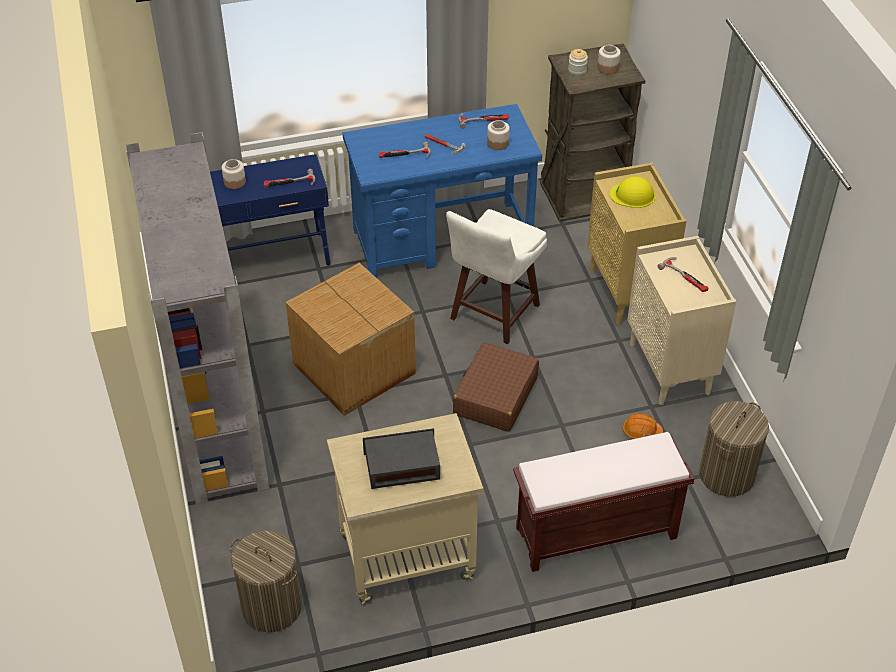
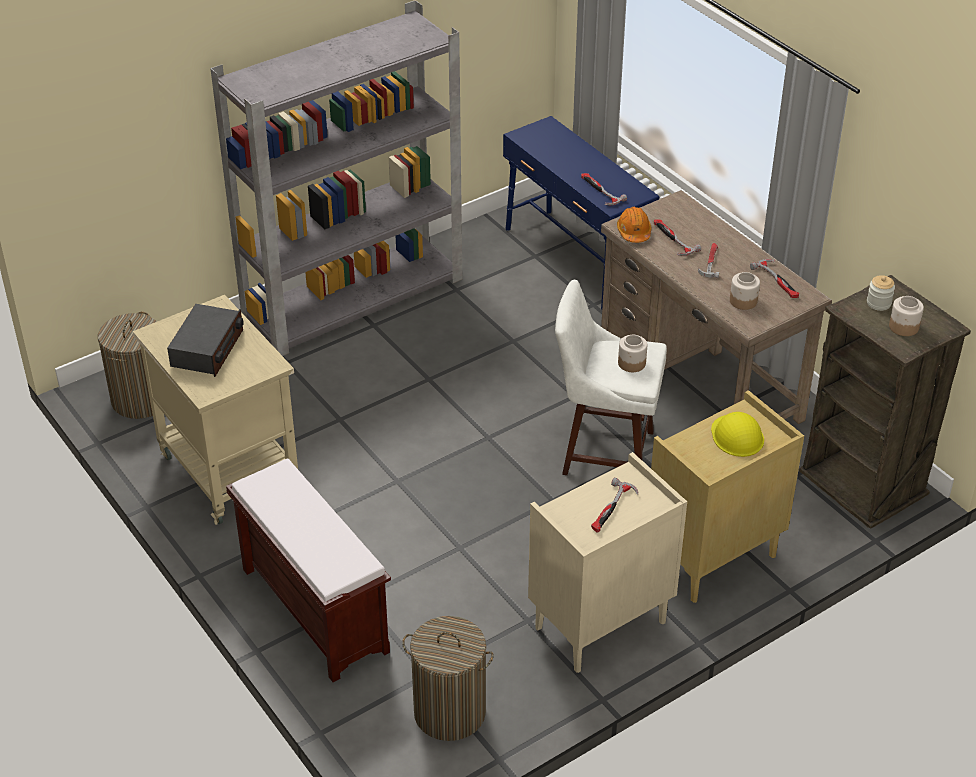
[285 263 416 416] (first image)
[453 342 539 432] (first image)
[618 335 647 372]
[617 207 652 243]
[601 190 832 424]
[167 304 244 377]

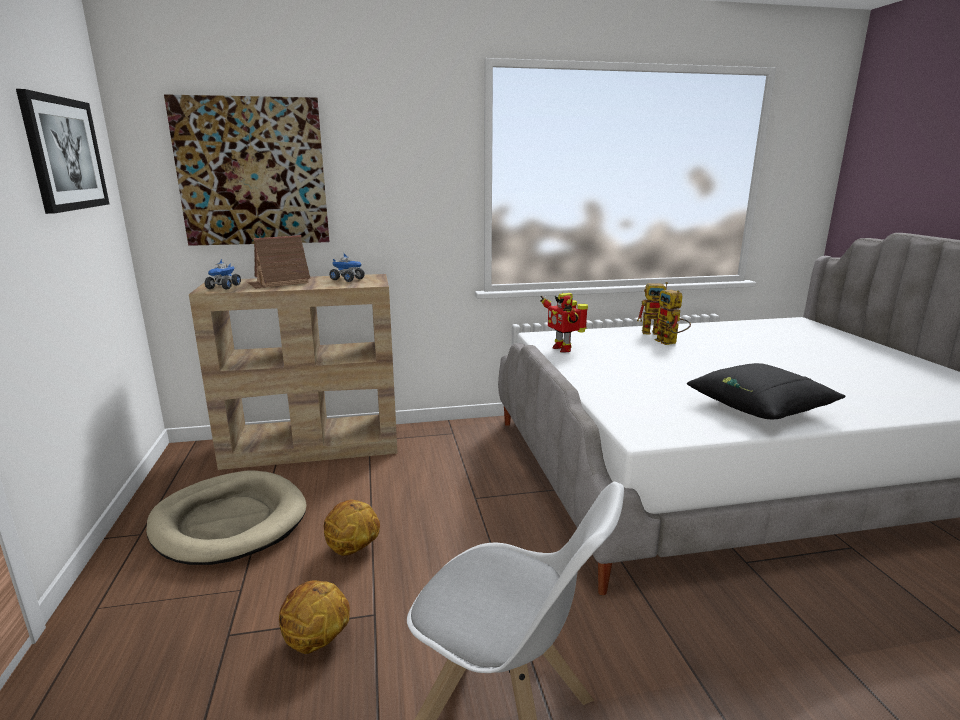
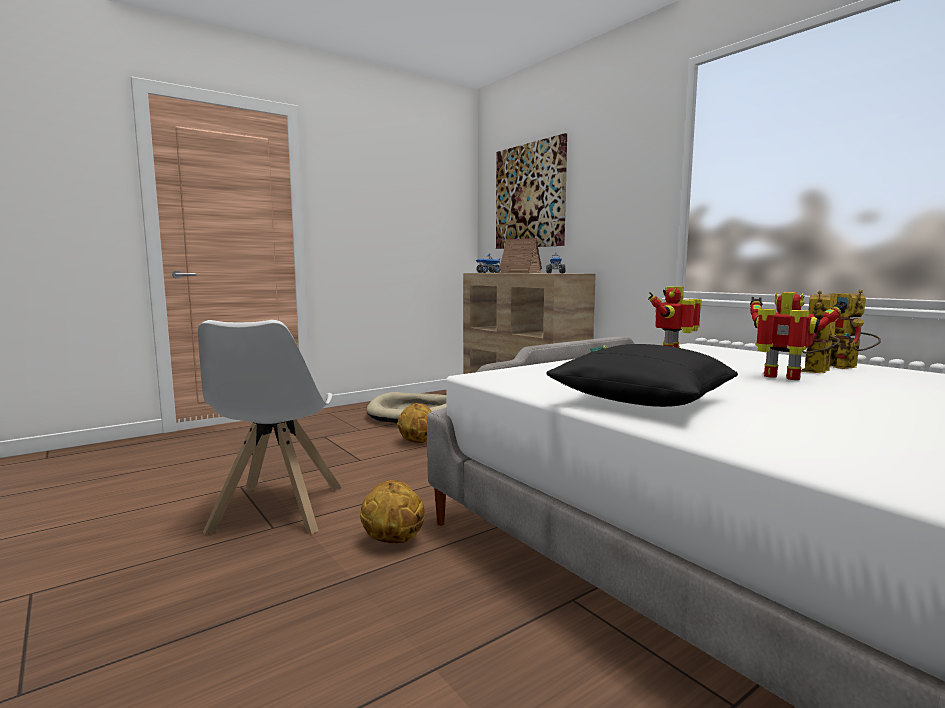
[16 89 109 214] (first image)
[750 292 847 380]
[360 480 425 543]

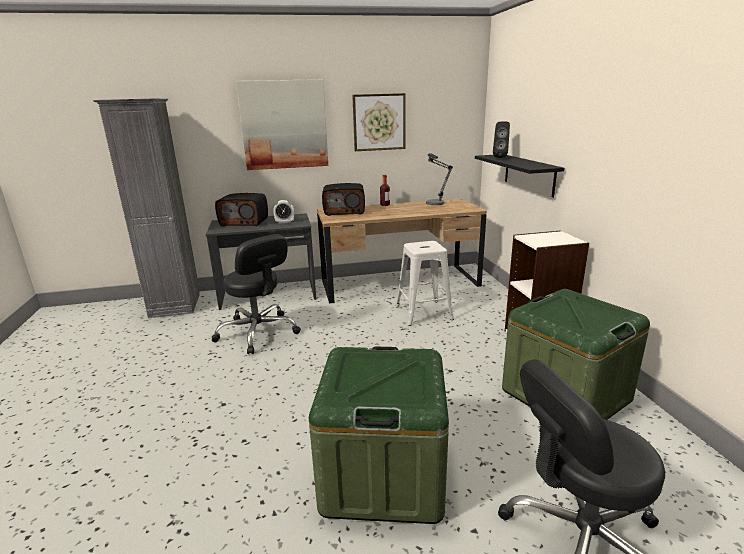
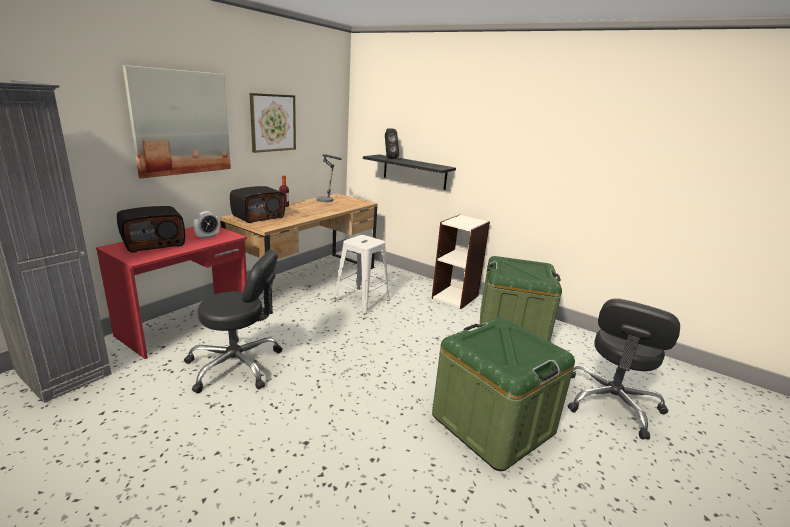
[96 227 247 359]

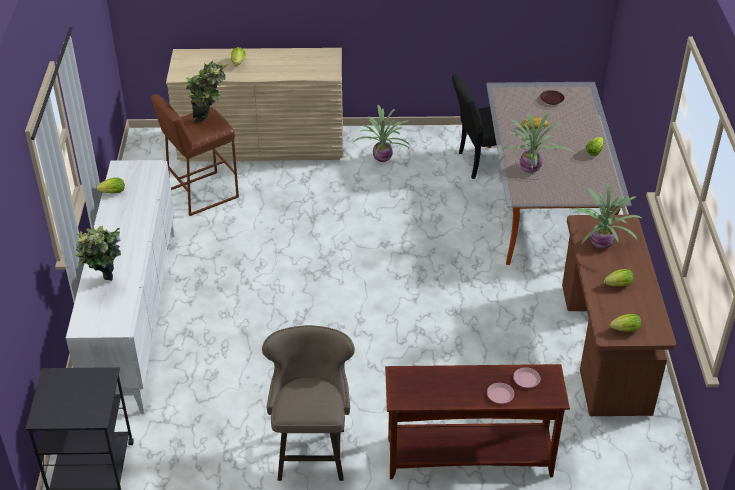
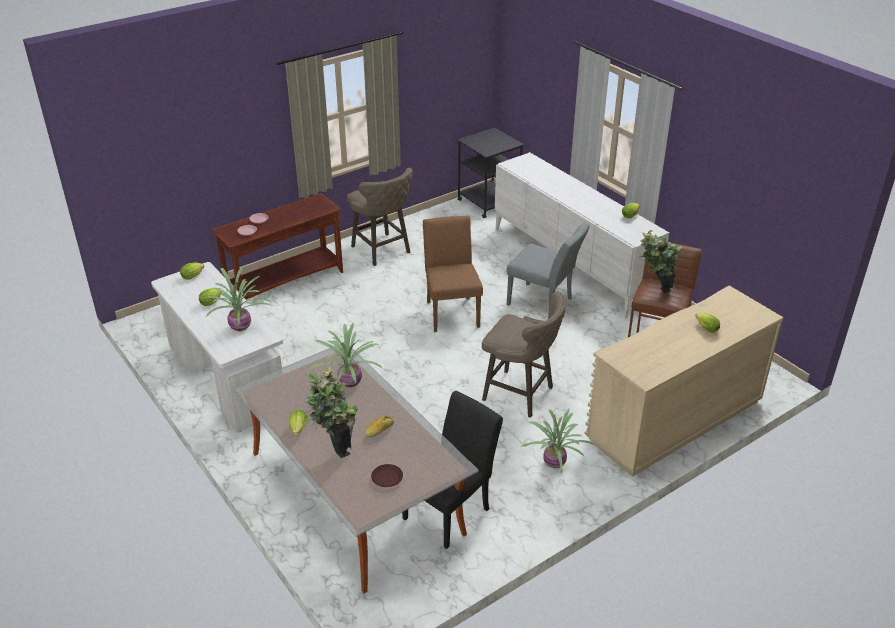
[423 216 483 332]
[482 292 566 418]
[507 223 590 306]
[304 366 358 458]
[151 262 283 432]

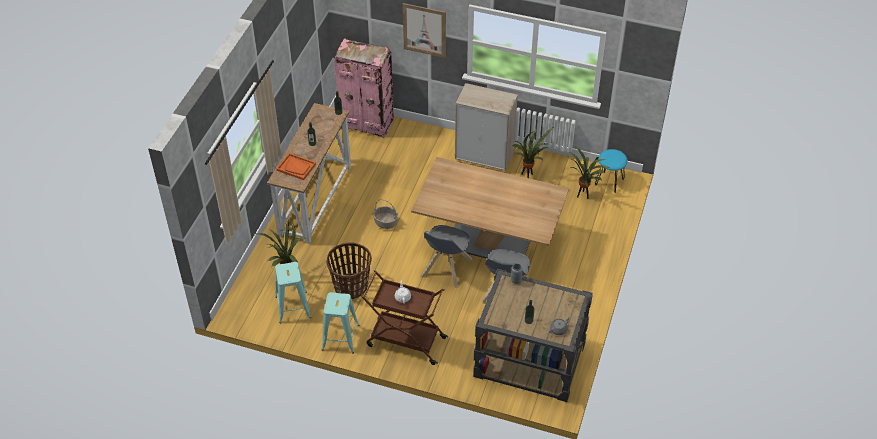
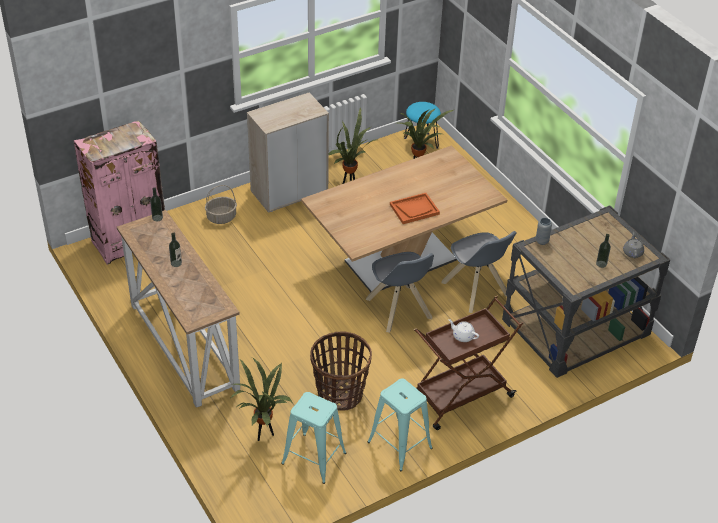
[403 3 446 58] (first image)
[390 193 440 224]
[205 185 237 224]

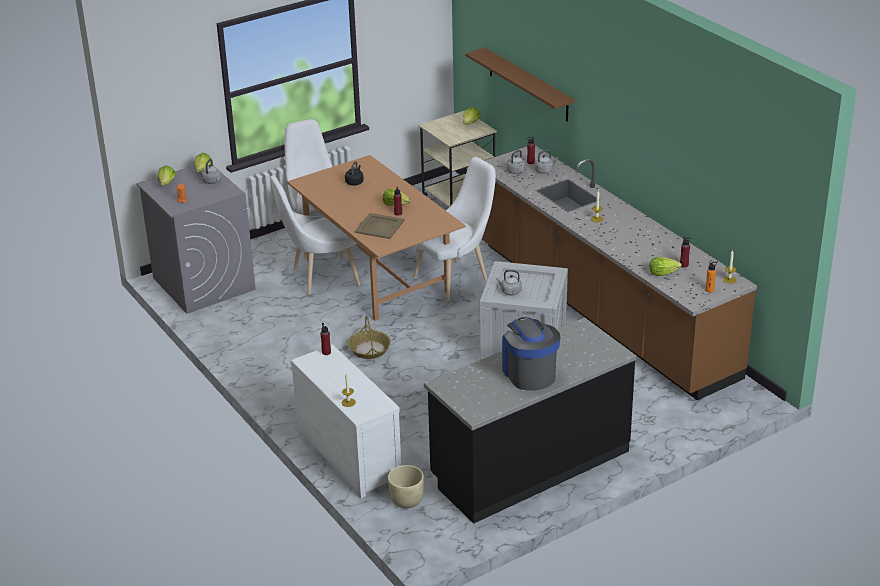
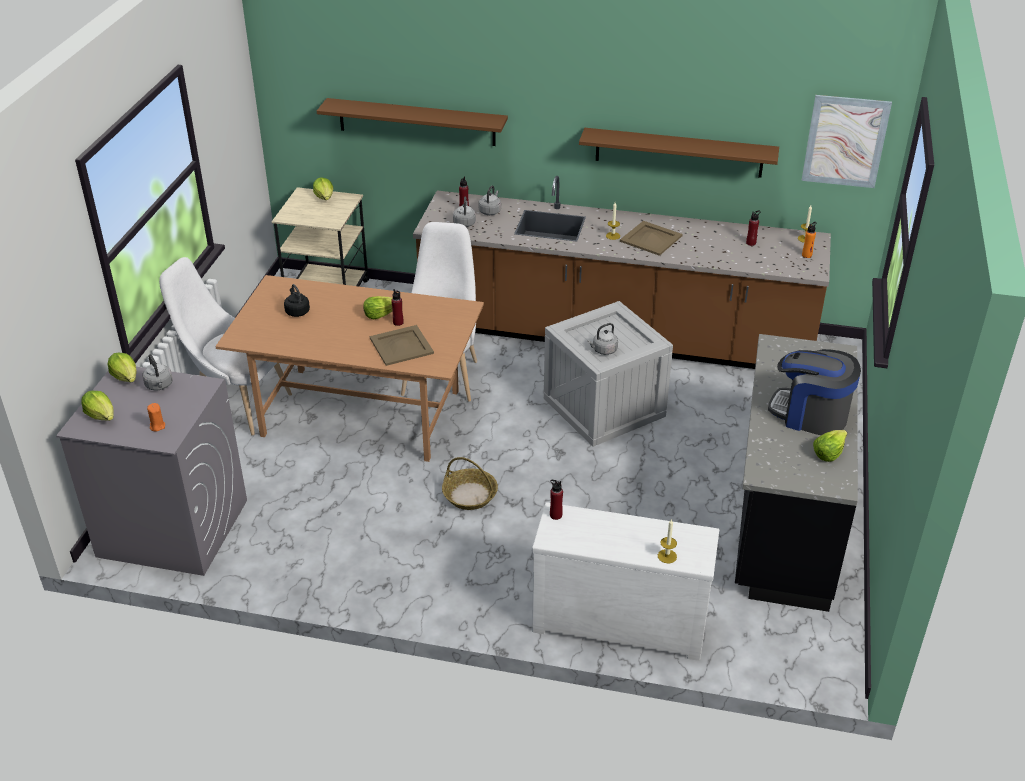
[270 175 360 295] (first image)
[388 465 424 508] (first image)
[579 128 779 178]
[620 221 683 256]
[802 95 892 188]
[813 430 847 462]

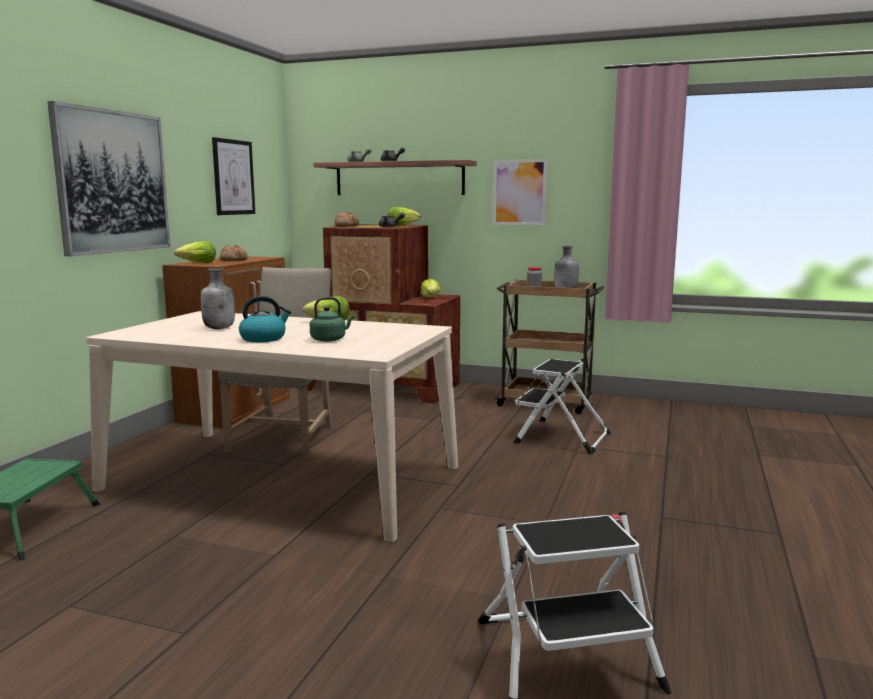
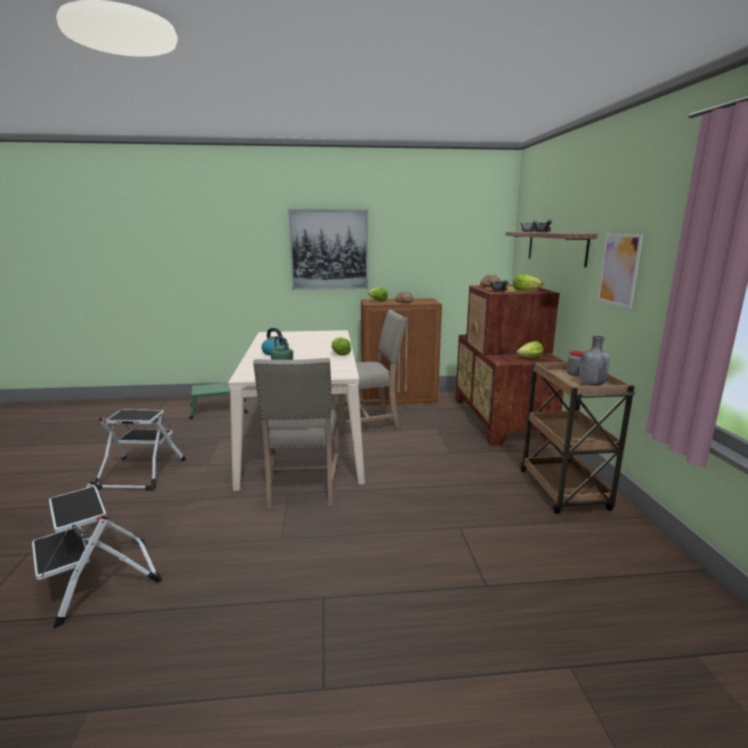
[201 268 235 329] (first image)
[212 137 255 215] (first image)
[253 358 339 508]
[95 410 186 490]

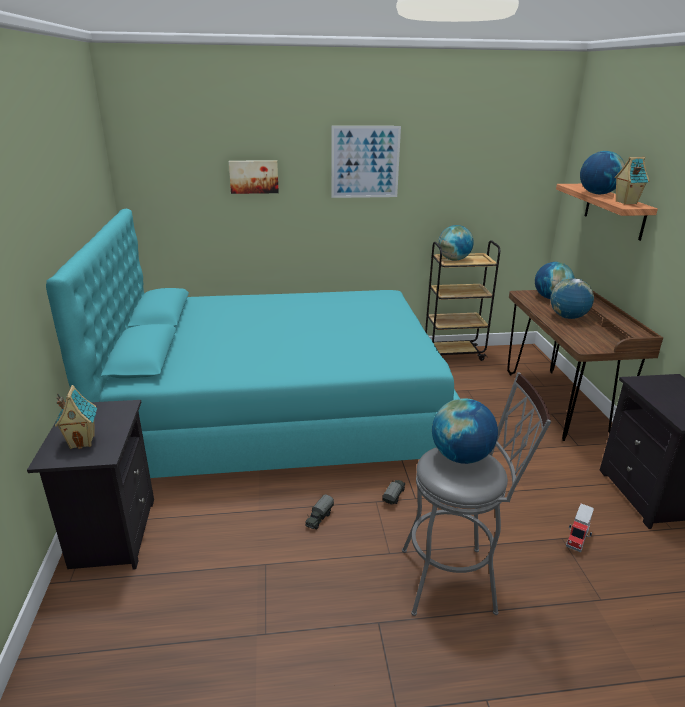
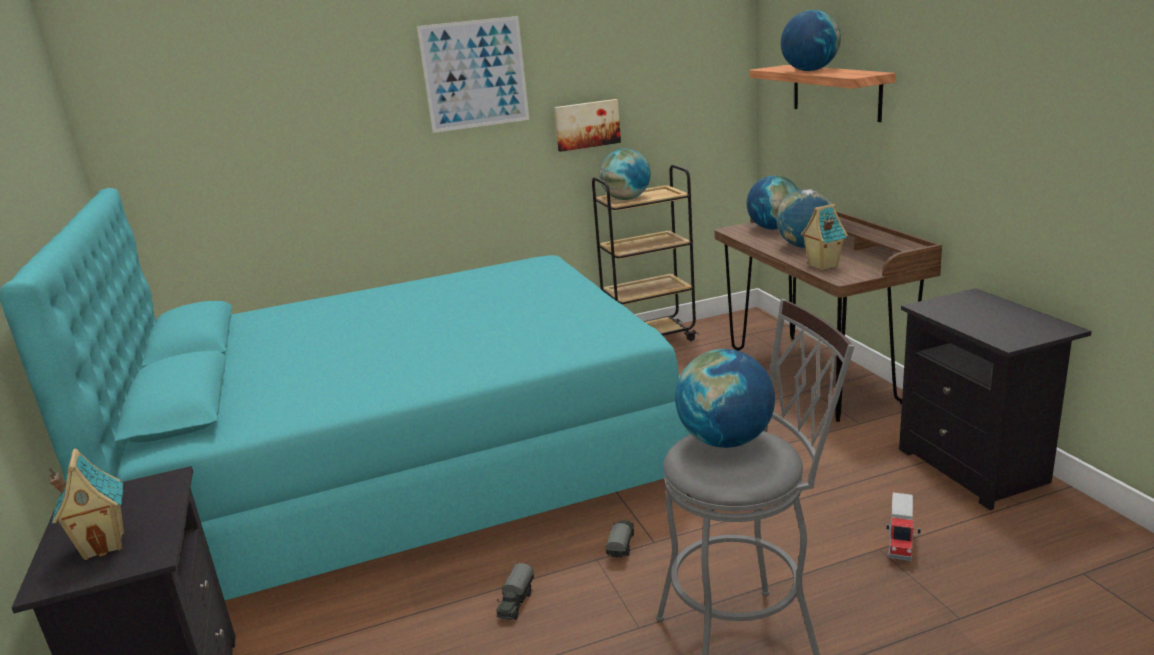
[554 99 621 152]
[801 204 848 270]

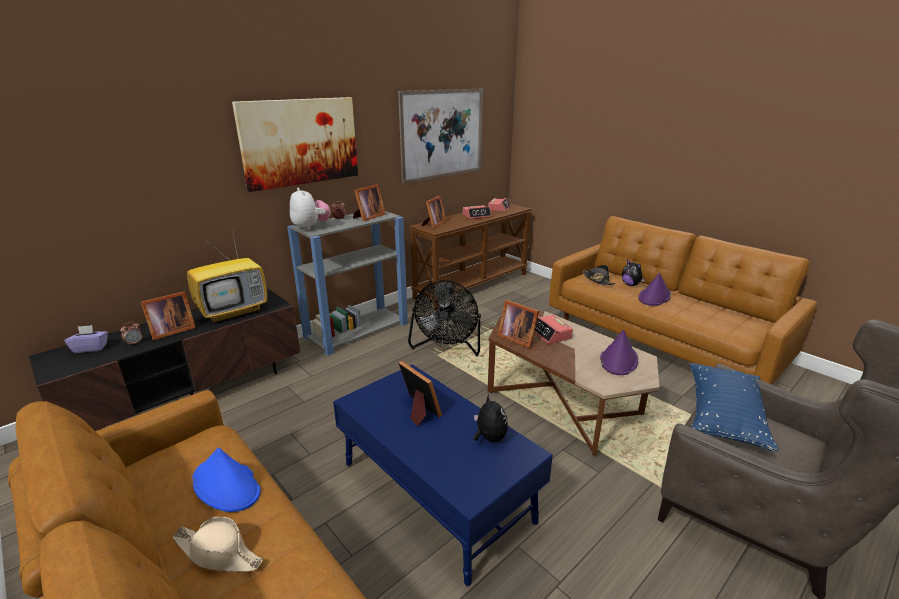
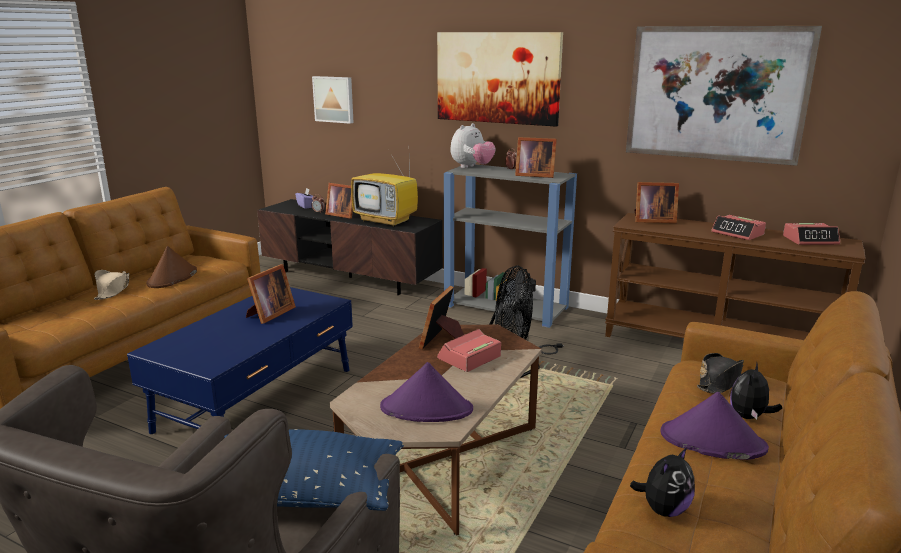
[312 76 354 124]
[630 447 695 517]
[146 246 197 288]

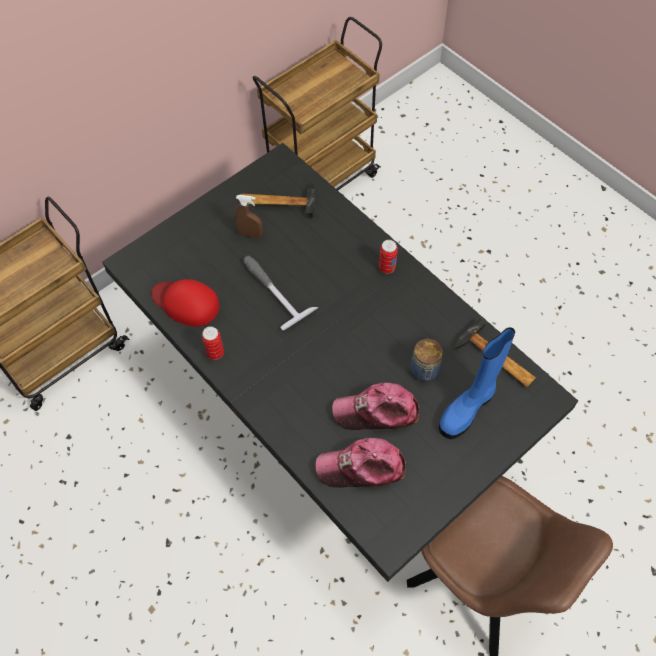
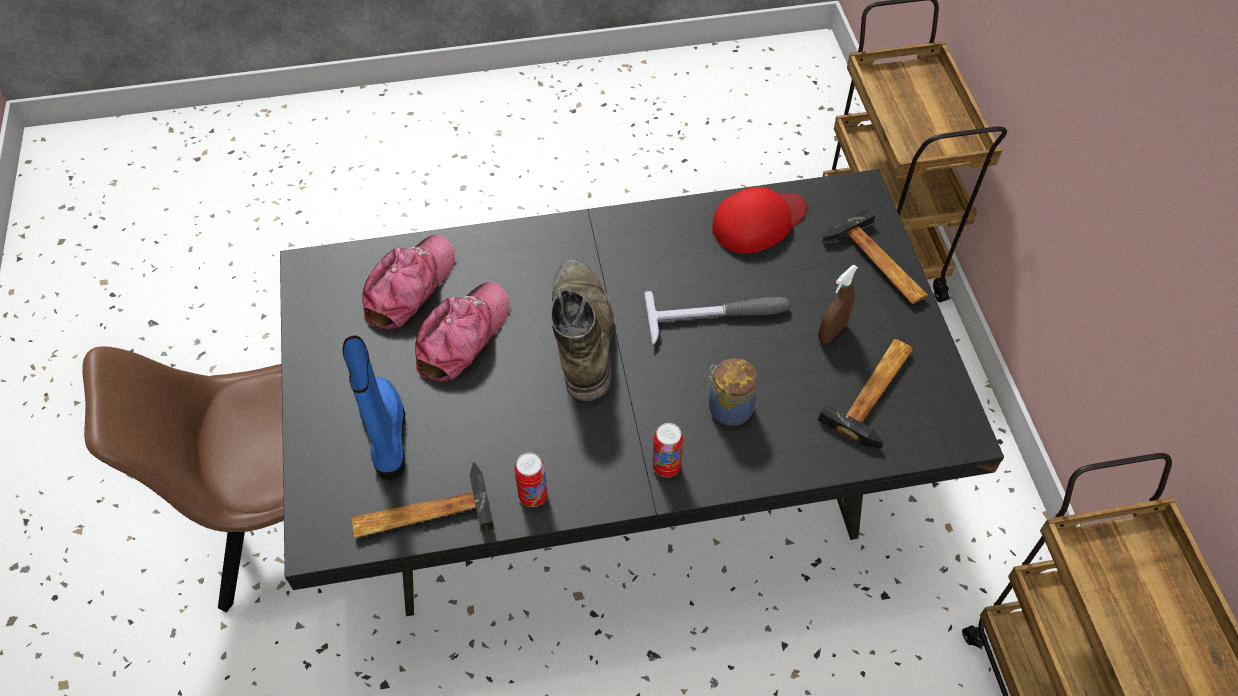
[551 259 613 401]
[822 208 928 304]
[514 453 547 507]
[706 358 758 426]

